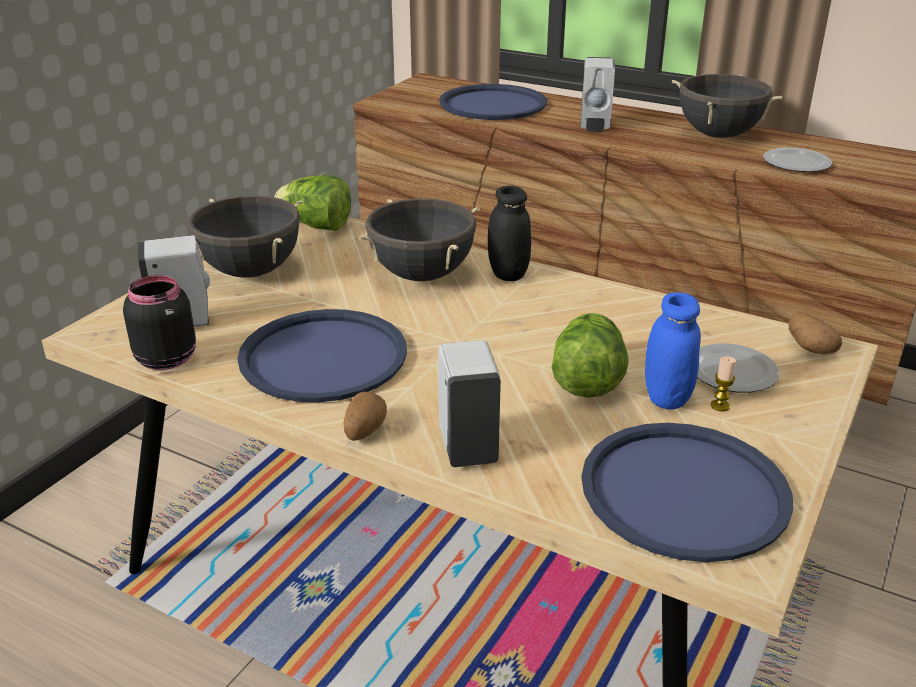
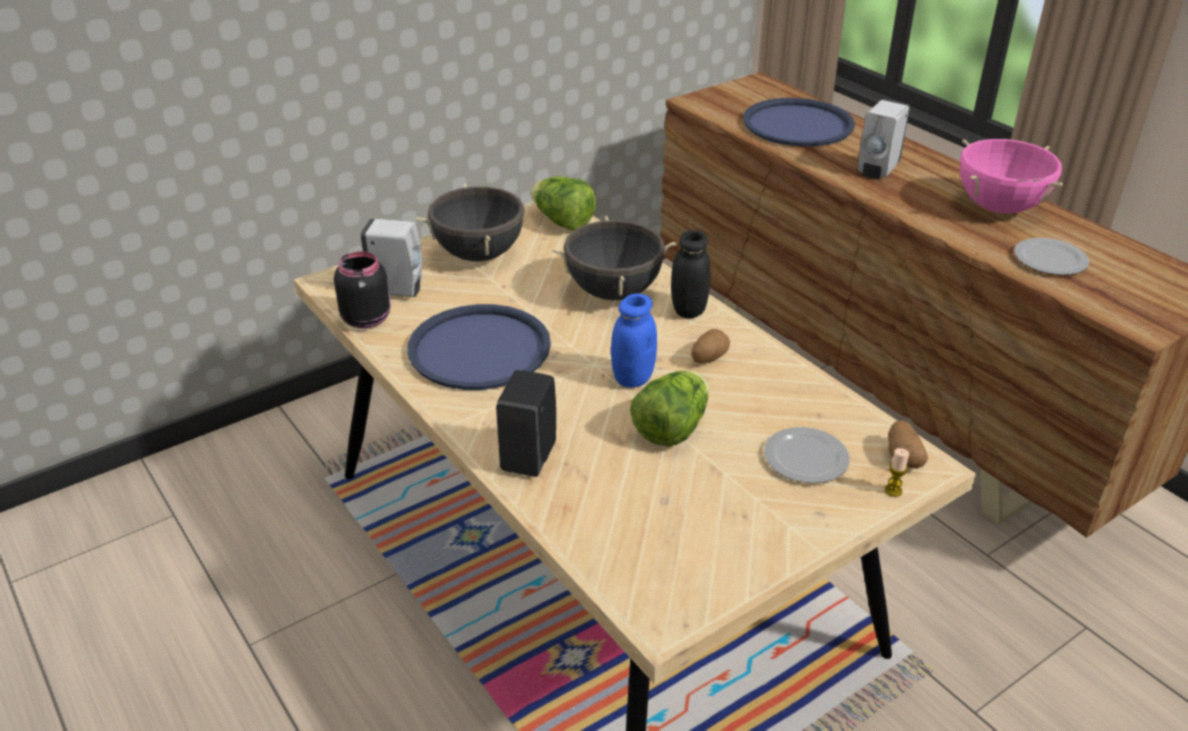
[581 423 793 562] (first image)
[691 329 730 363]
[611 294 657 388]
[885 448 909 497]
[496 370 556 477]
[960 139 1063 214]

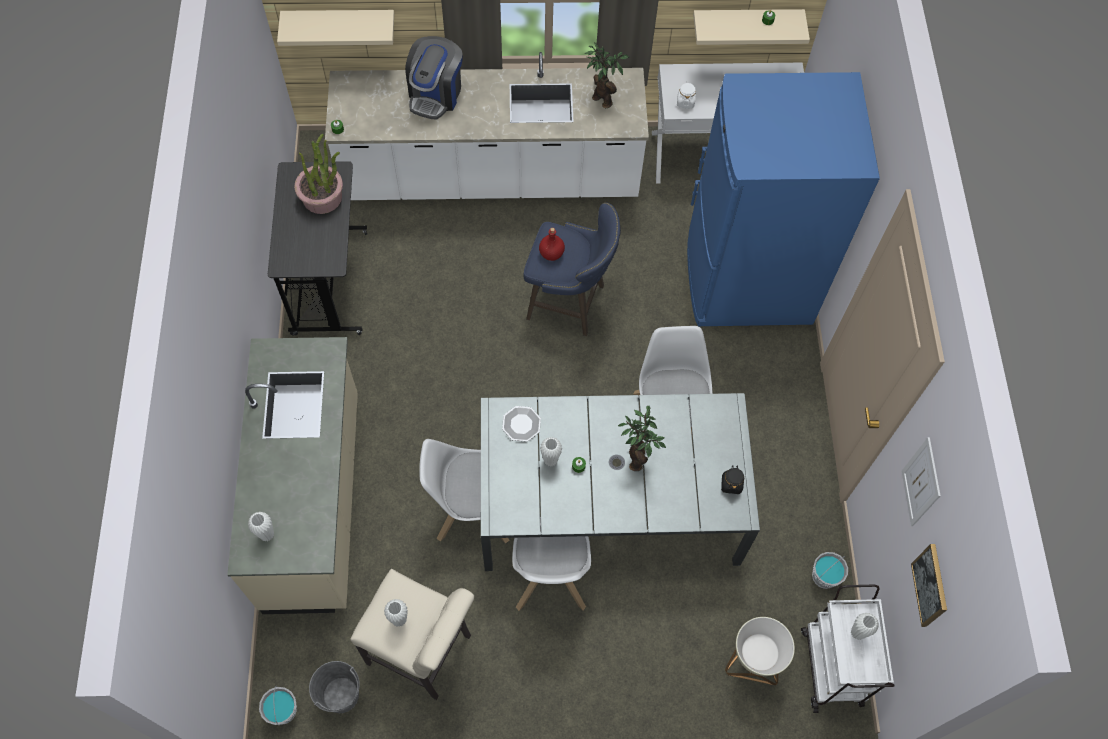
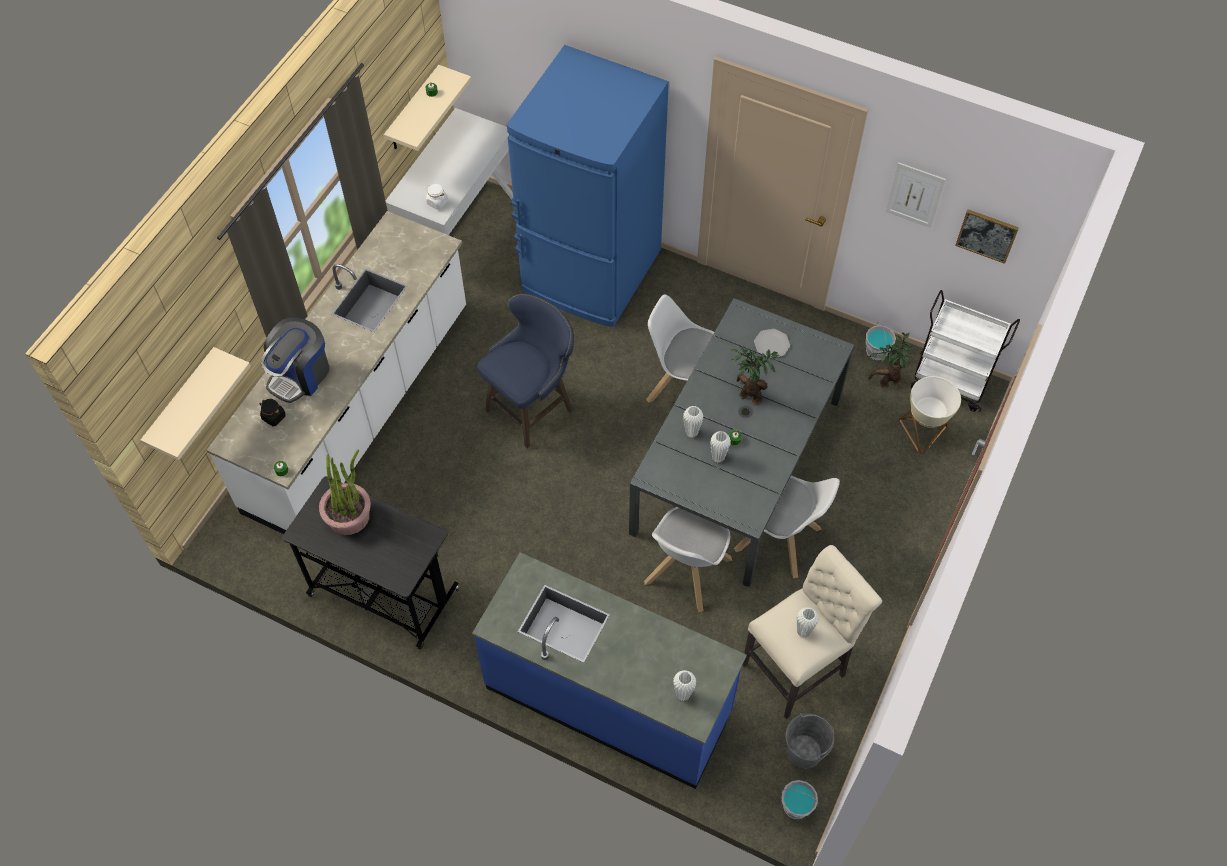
[539 228 565 261] (first image)
[754 329 790 358]
[868 332 912 388]
[260 399 286 426]
[683 406 703 438]
[472 552 747 789]
[261 318 329 403]

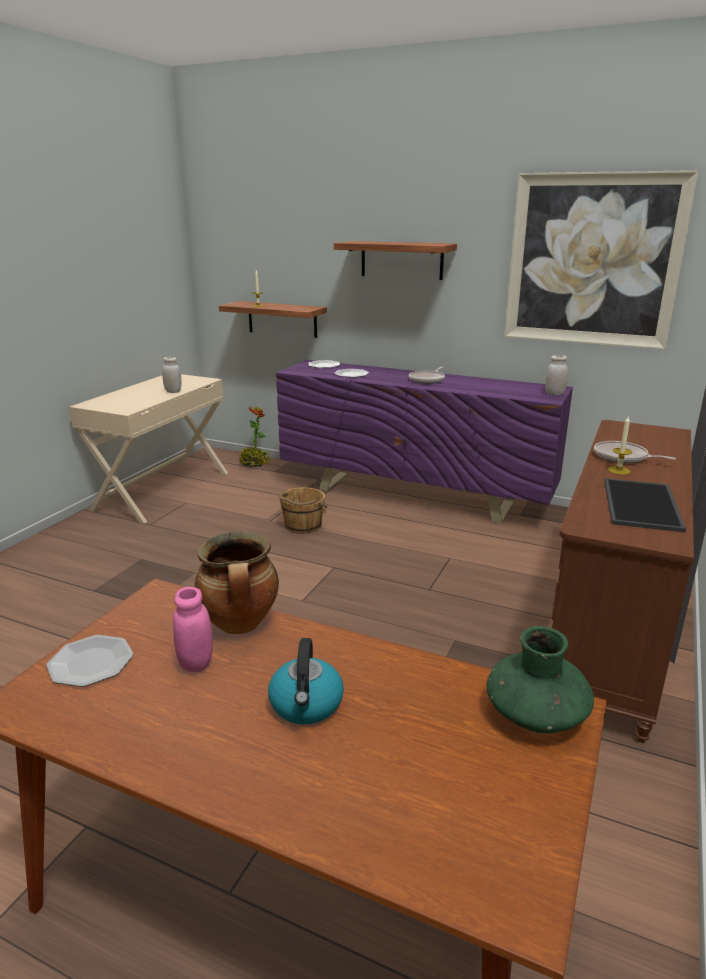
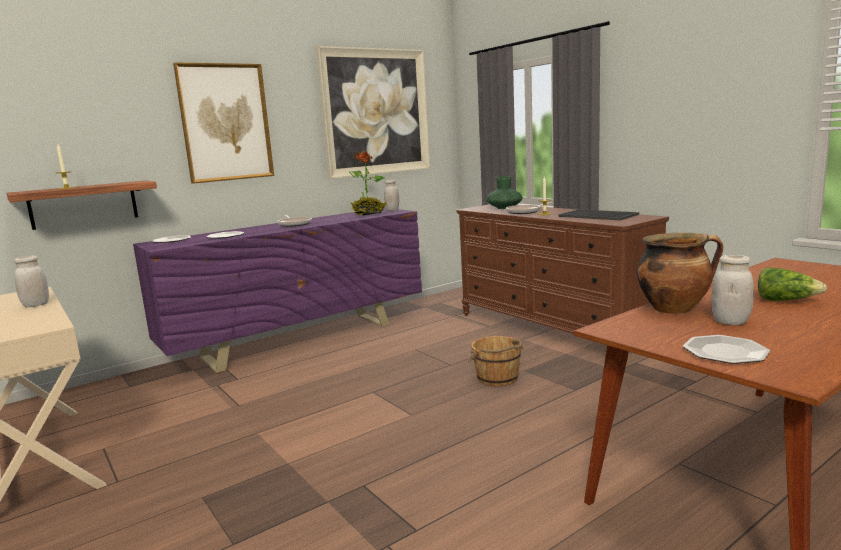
[349 151 387 215]
[468 336 523 386]
[487 176 523 209]
[758 267 827 301]
[173 62 274 184]
[712 255 754 325]

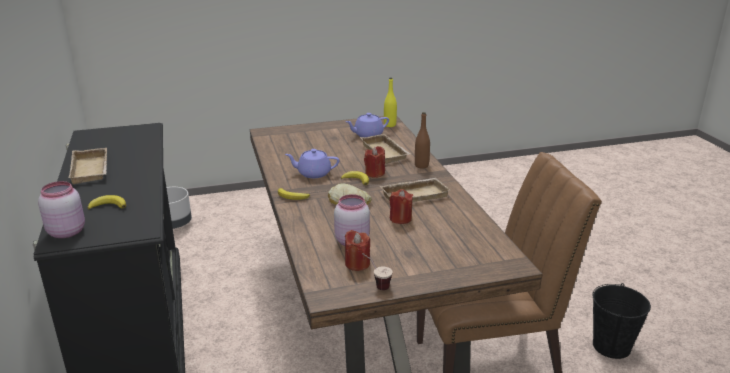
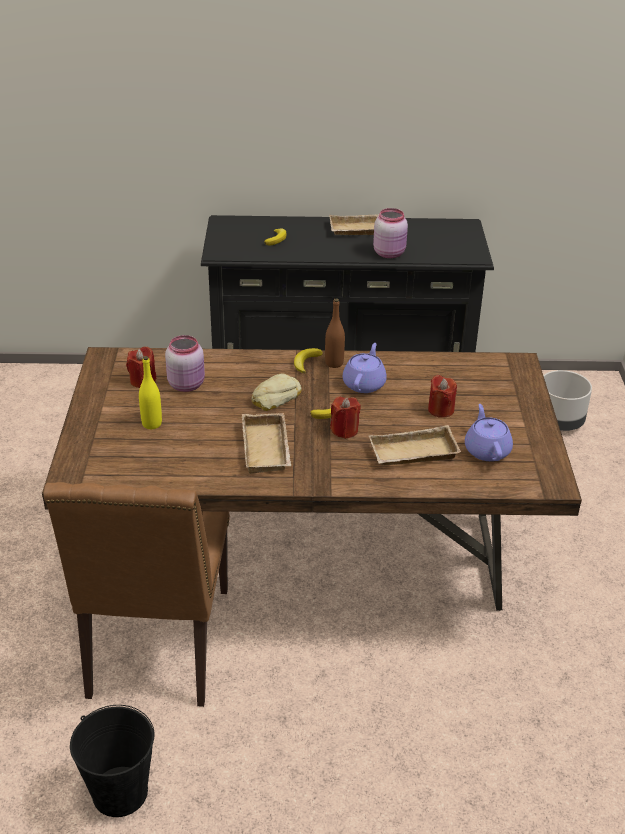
[362 253 393 290] (first image)
[373 208 408 258]
[139 356 162 429]
[428 375 457 418]
[325 298 345 368]

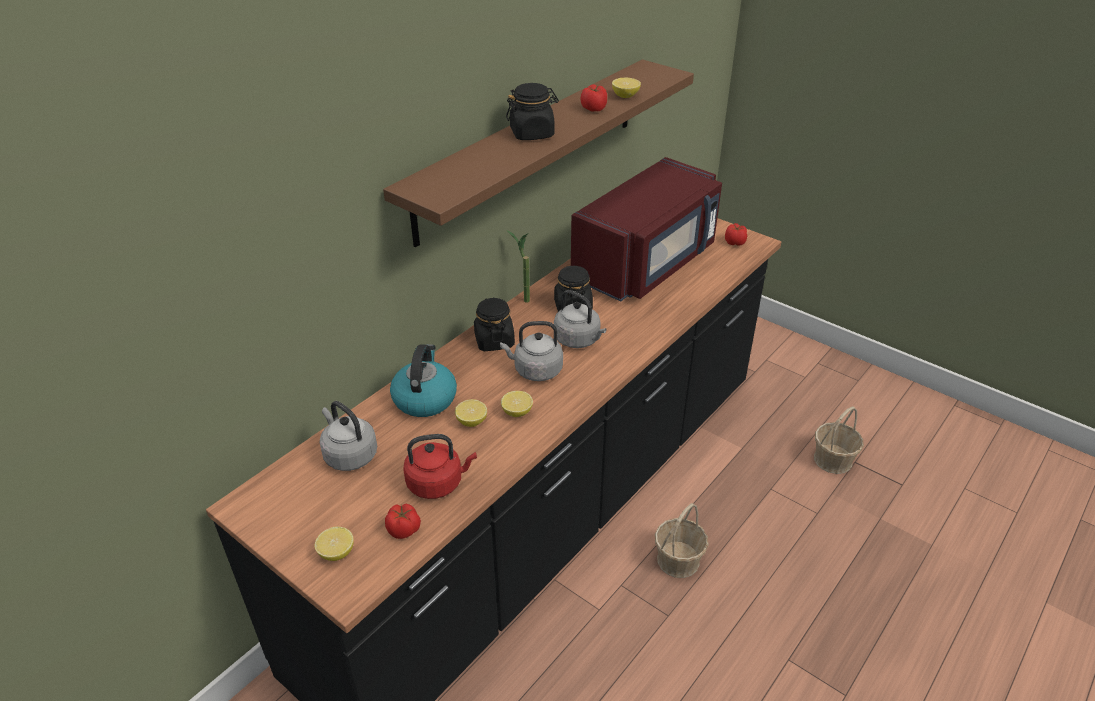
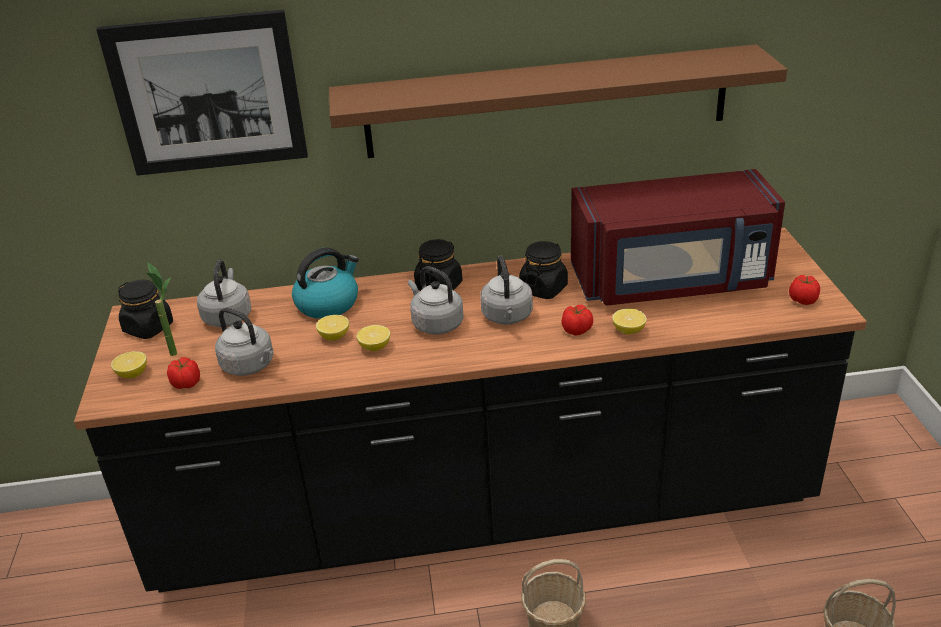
[96 10 308 176]
[118 280 173 339]
[146 262 177 356]
[562 305 593 336]
[612 309 647 335]
[215 308 273 376]

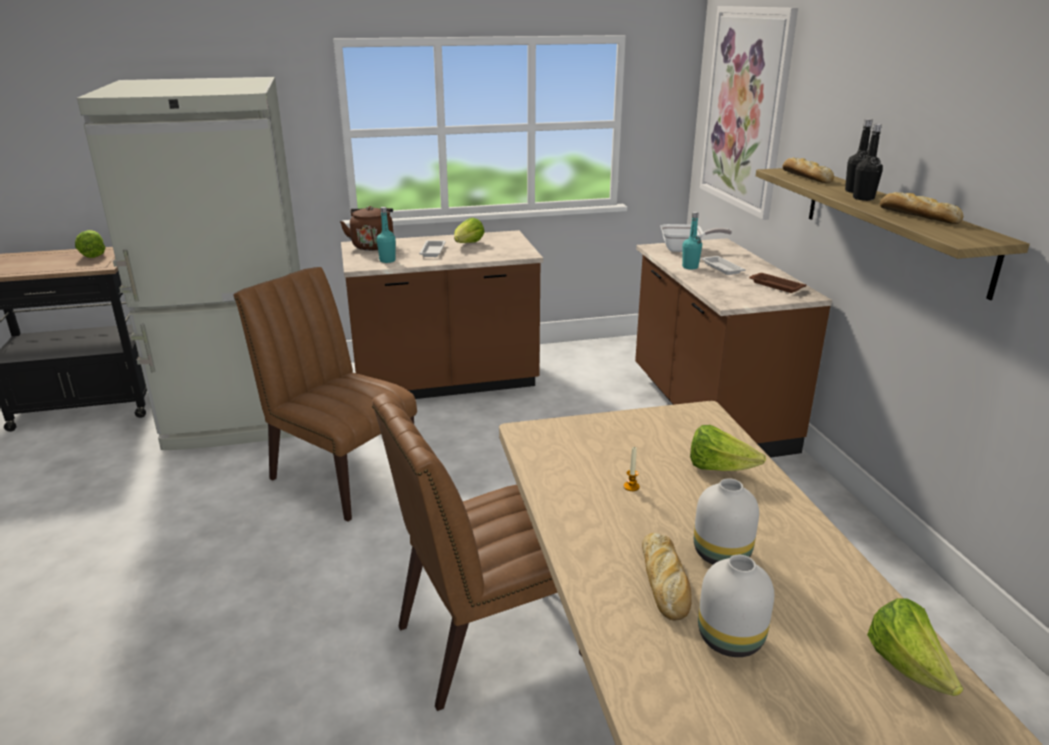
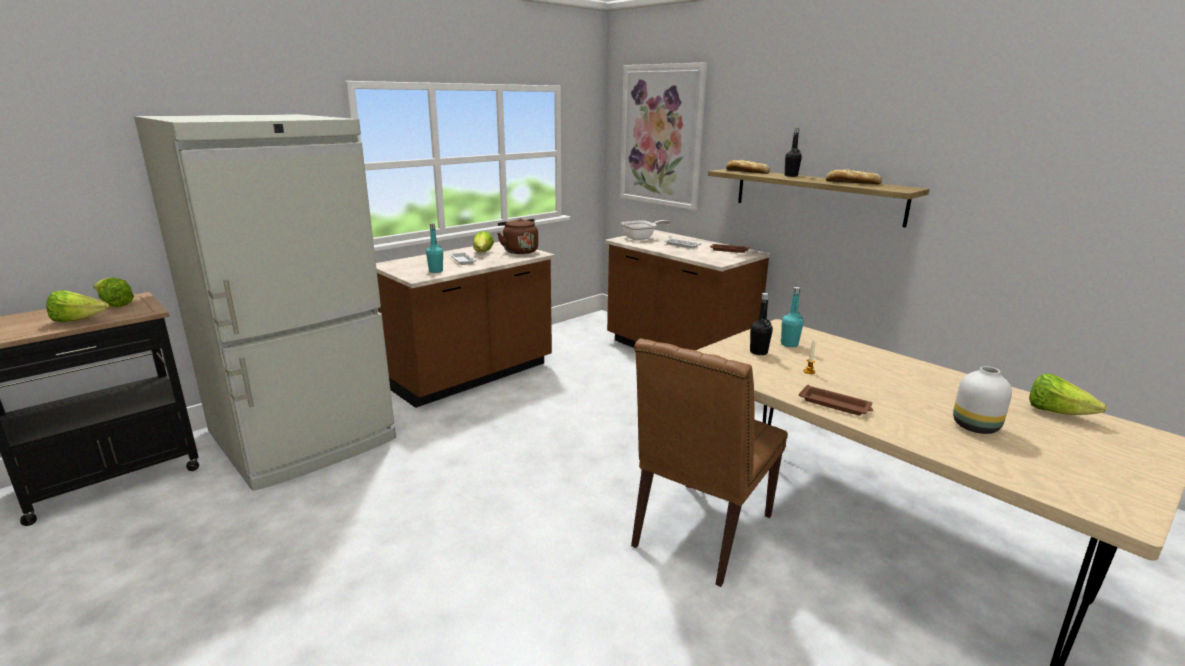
[234 267 417 522] (first image)
[642 533 692 620] (first image)
[694 478 759 565] (first image)
[799 385 873 416]
[497 218 538 254]
[781 287 803 347]
[46 290 109 322]
[750 293 773 355]

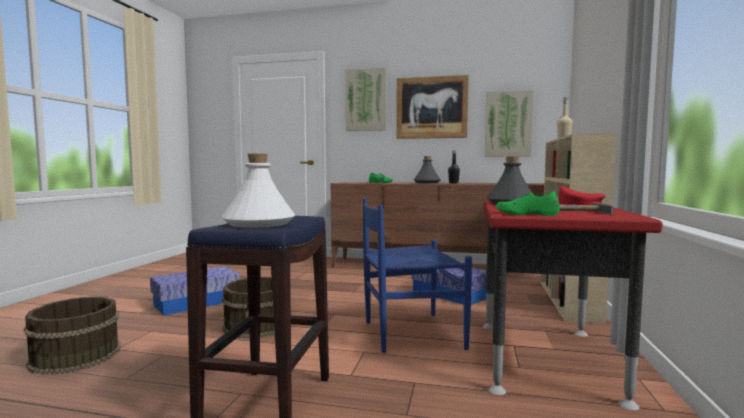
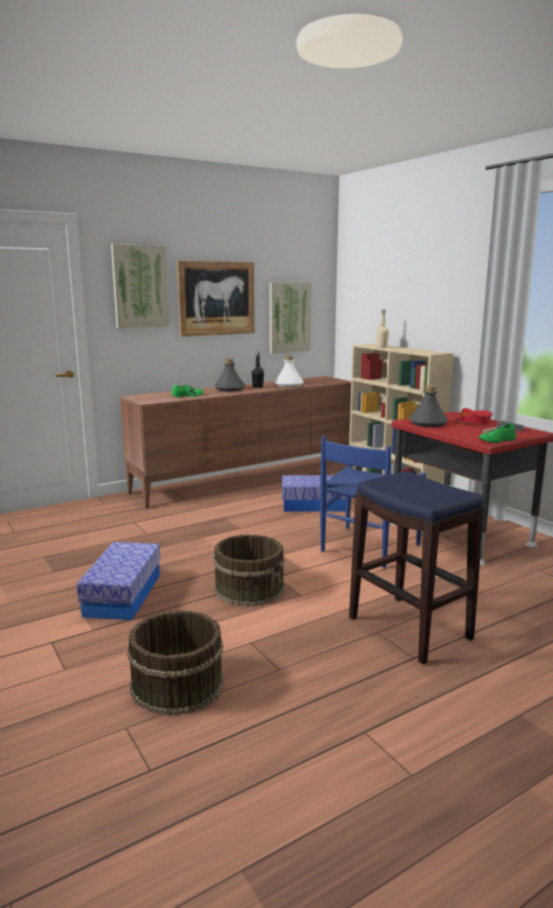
[274 356 304 387]

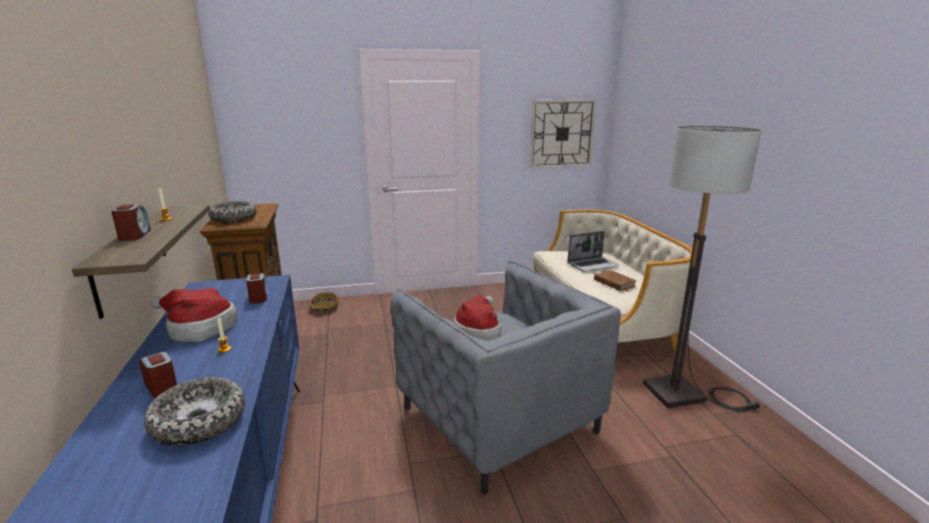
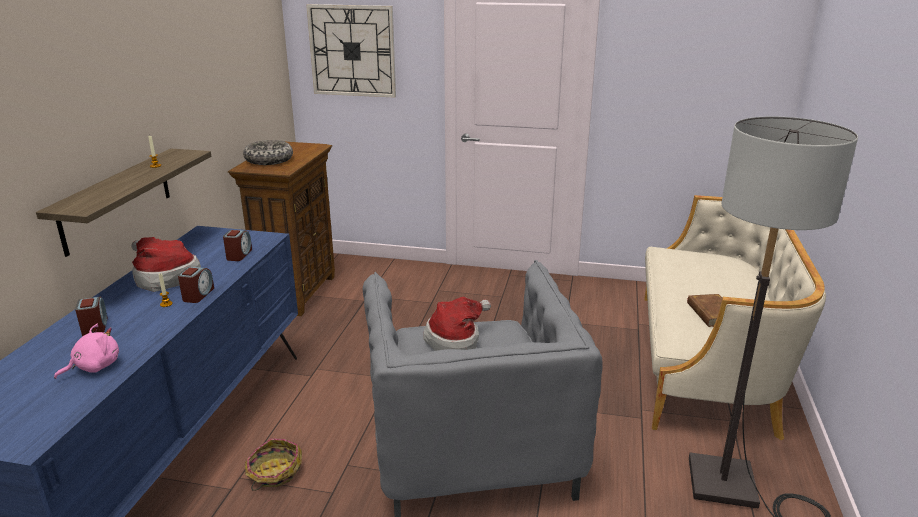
[567 231 619 272] (first image)
[178 267 214 303]
[245 438 302 491]
[306 4 396 98]
[54 324 119 379]

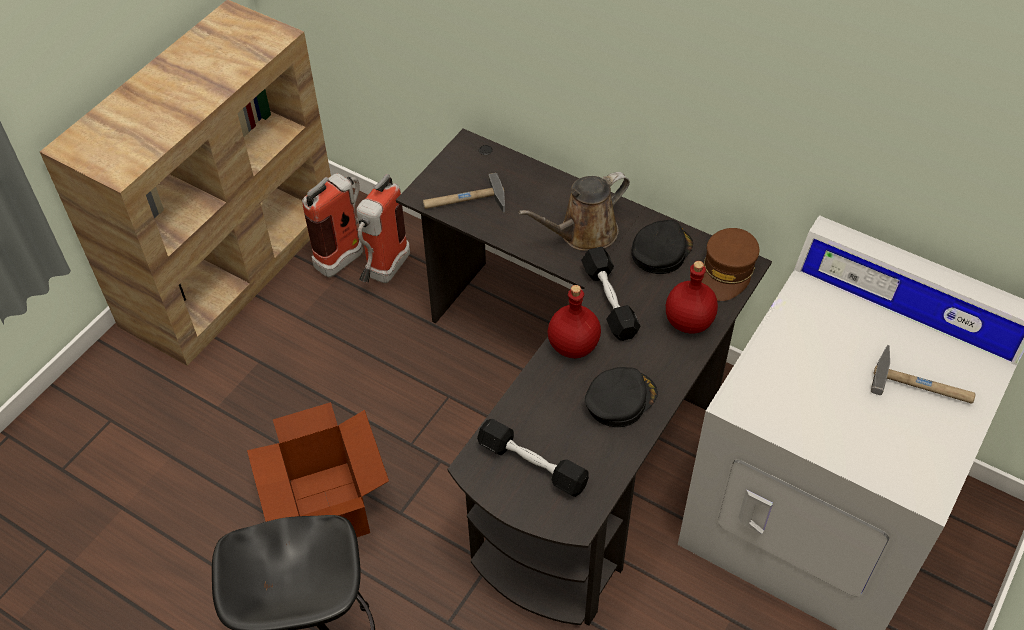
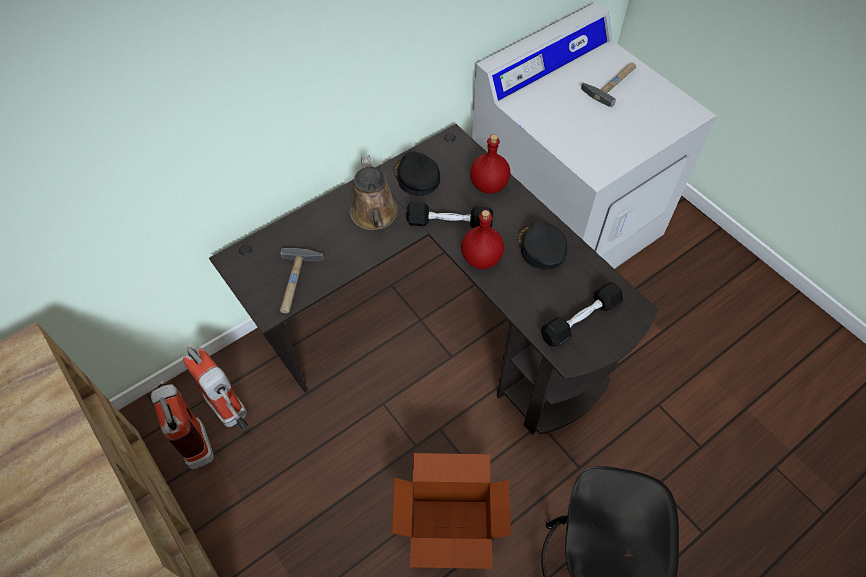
[701 228 759 301] (first image)

